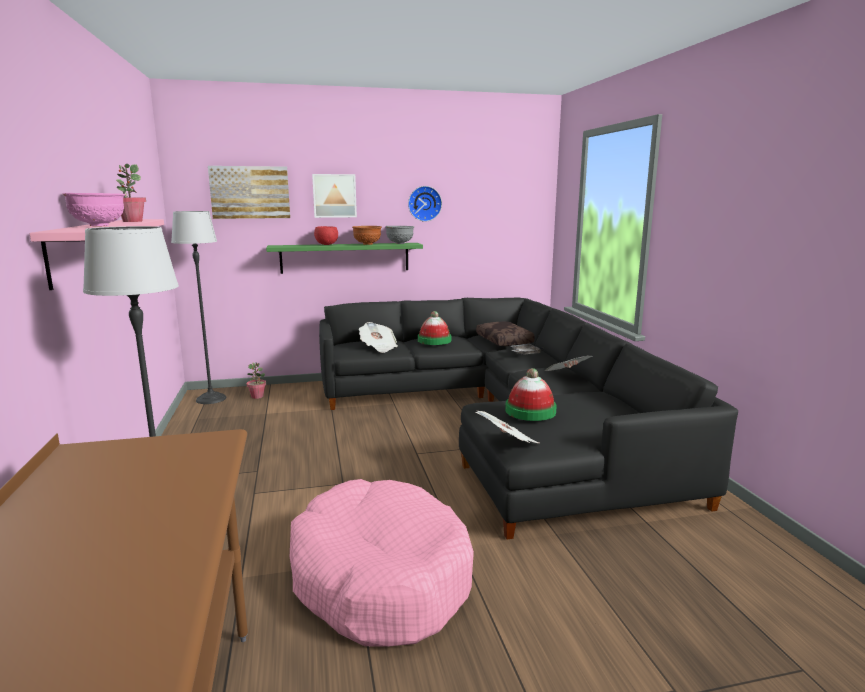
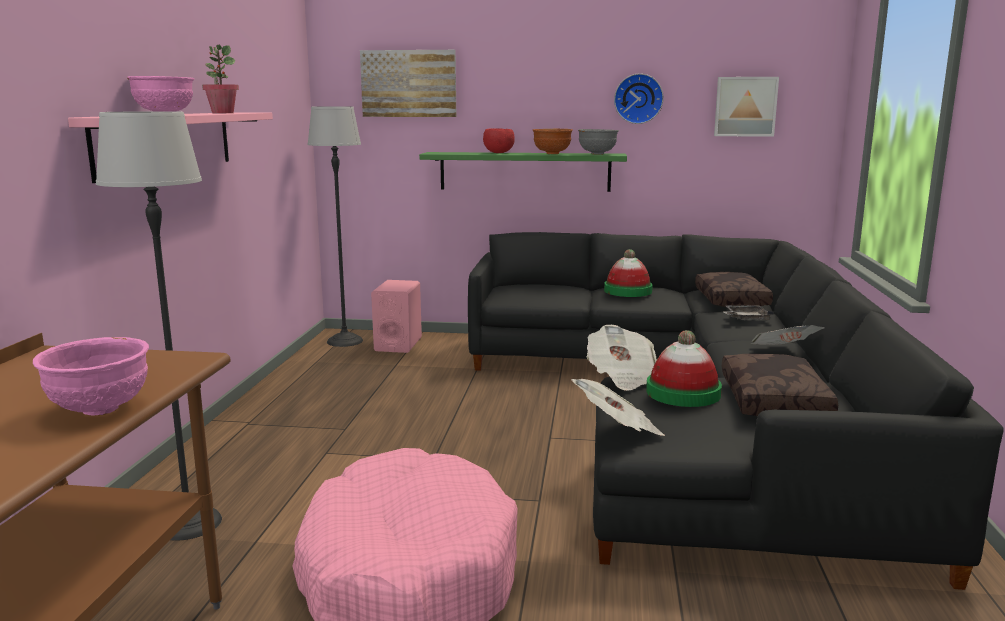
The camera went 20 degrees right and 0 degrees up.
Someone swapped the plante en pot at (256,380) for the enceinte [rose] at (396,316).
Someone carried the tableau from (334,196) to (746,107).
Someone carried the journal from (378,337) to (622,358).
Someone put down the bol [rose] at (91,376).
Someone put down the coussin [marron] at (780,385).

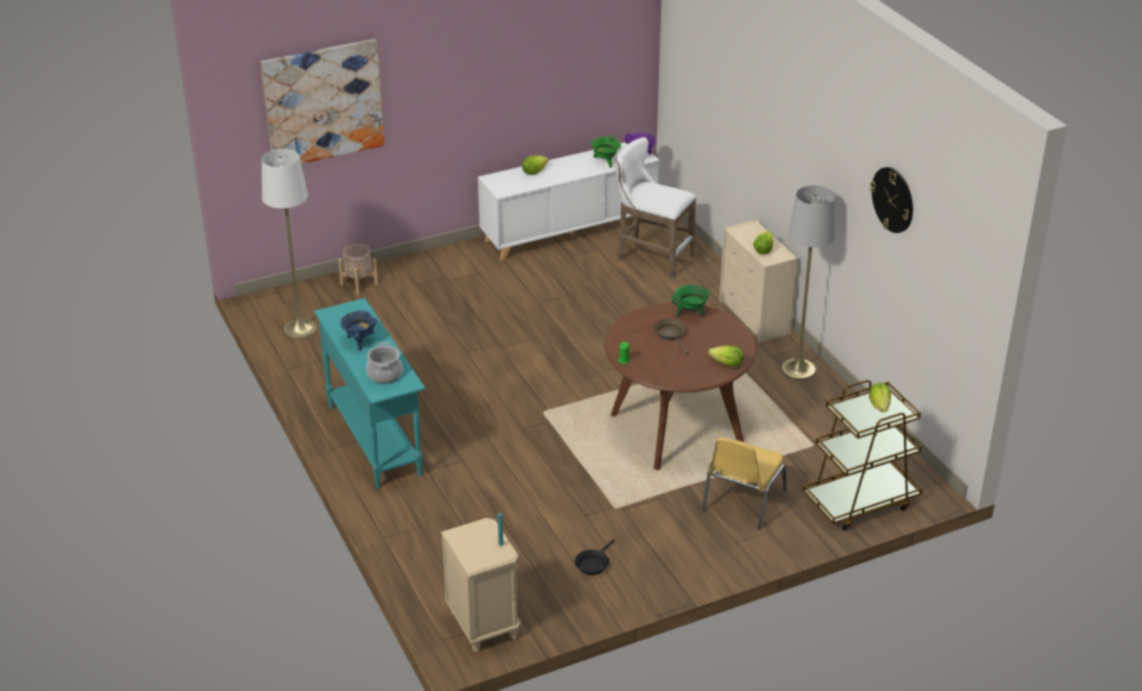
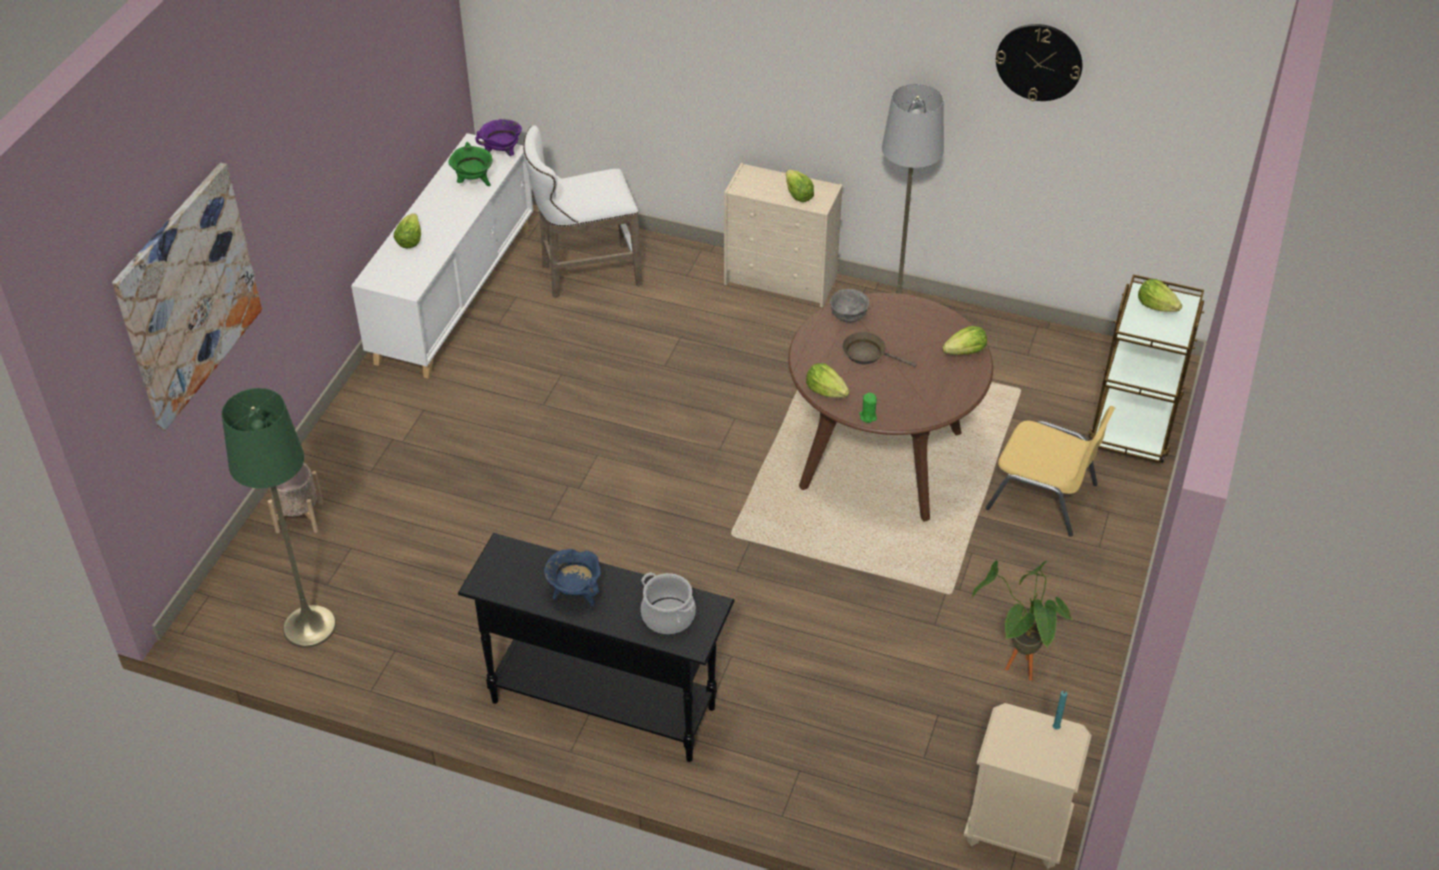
The camera went 45 degrees left and 10 degrees up.
Someone repainted the lampadaire [blanc] at (289,244), which became the lampadaire [vert] at (279,518).
Someone repainted the table console [turquoise] at (370,393), which became the table console [noir] at (596,647).
Someone swapped the poêle [noir] at (595,557) for the plante en pot at (1022,620).
Someone swapped the marmite [vert] at (690,301) for the bol [gris] at (849,305).
Someone rotated the chaise [jaune] at (744,483) by 45 degrees counterclockwise.
Someone put down the laitue at (828,380).

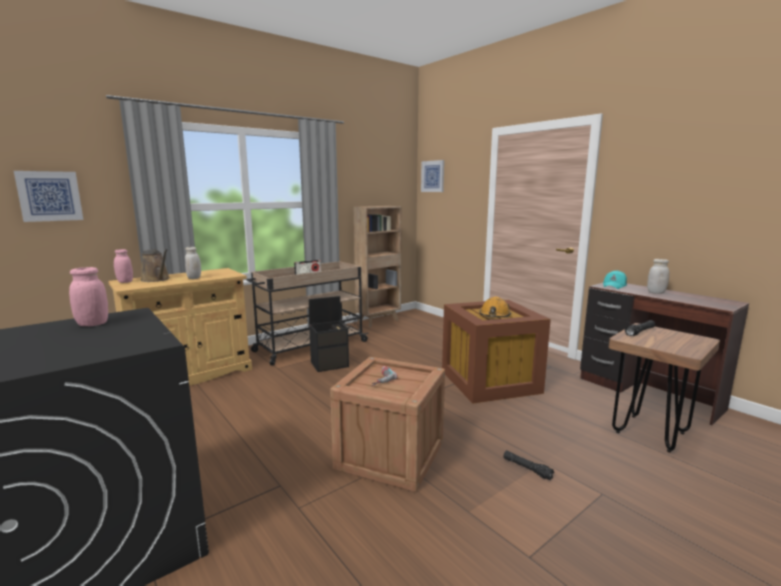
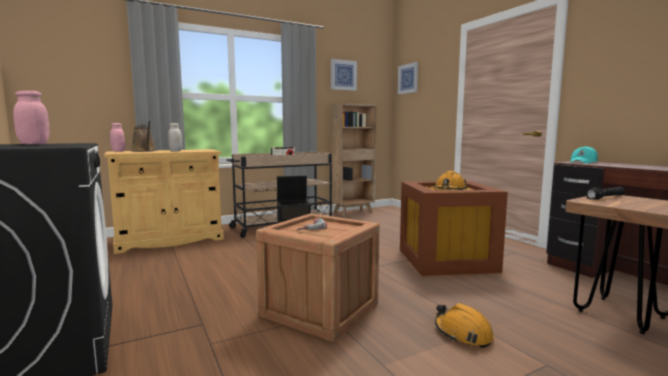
The camera went 10 degrees right and 5 degrees down.
Someone carried the tableau from (48,196) to (344,75).
Someone swapped the lampe de poche [noir] at (528,465) for the casque de chantier [orange] at (464,325).
Someone took away the bocal [blanc] at (658,276).

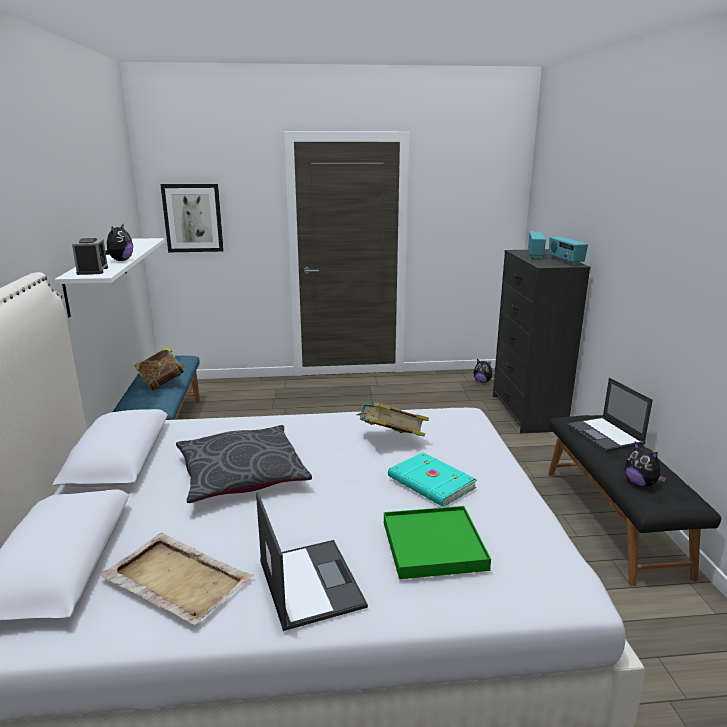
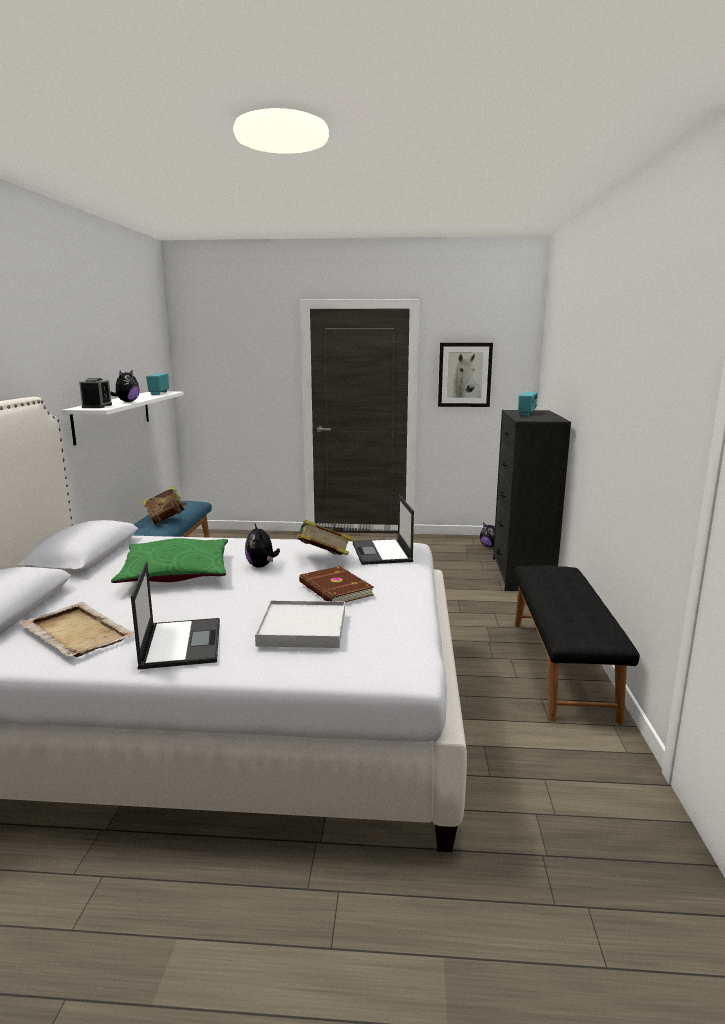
The camera went 10 degrees right and 5 degrees down.
Someone carried the tableau from (192,218) to (465,375).
Someone repainted the coussin [gris] at (244,464), which became the coussin [vert] at (169,560).
Someone repainted the plateau [vert] at (437,542), which became the plateau [blanc] at (300,624).
Someone repainted the livre [turquoise] at (432,479), which became the livre [marron] at (336,584).
Someone carried the radio from (568,251) to (157,384).
Someone carried the ordinateur portable from (610,415) to (383,529).
Someone carried the peluche from (645,464) to (262,546).

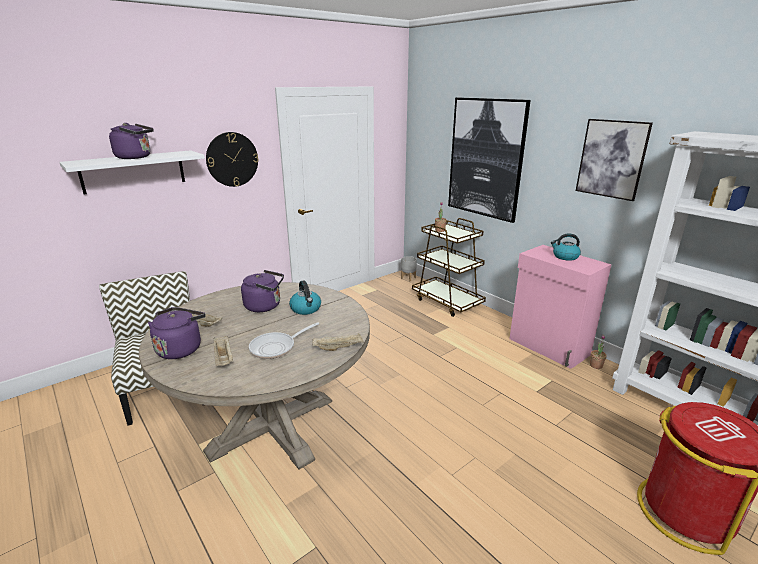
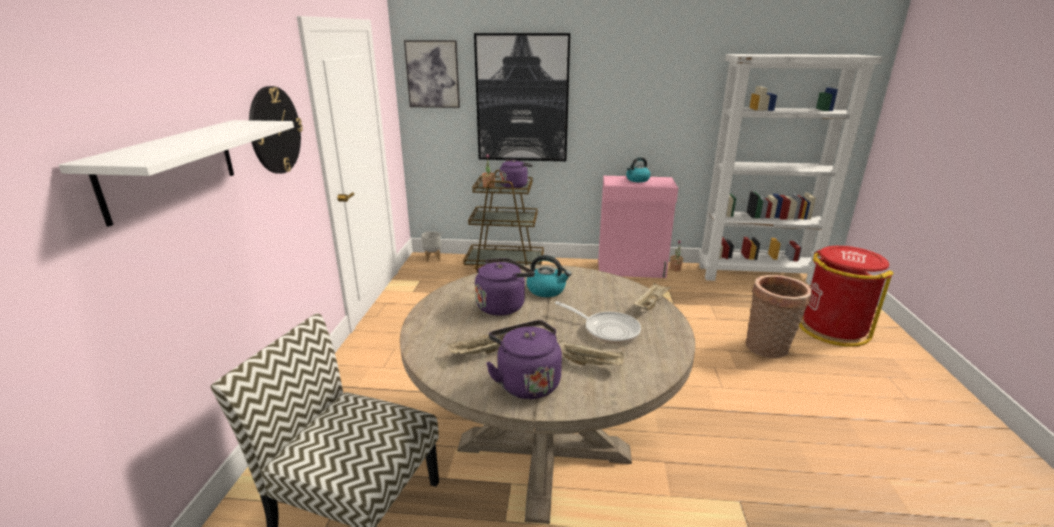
The camera went 45 degrees left and 0 degrees up.
Someone carried the bouilloire [violet] from (131,141) to (516,173).
Someone rotated the poêle at (284,340) by 60 degrees counterclockwise.
Someone carried the tableau from (614,160) to (432,74).
Someone put down the panier at (779,316).

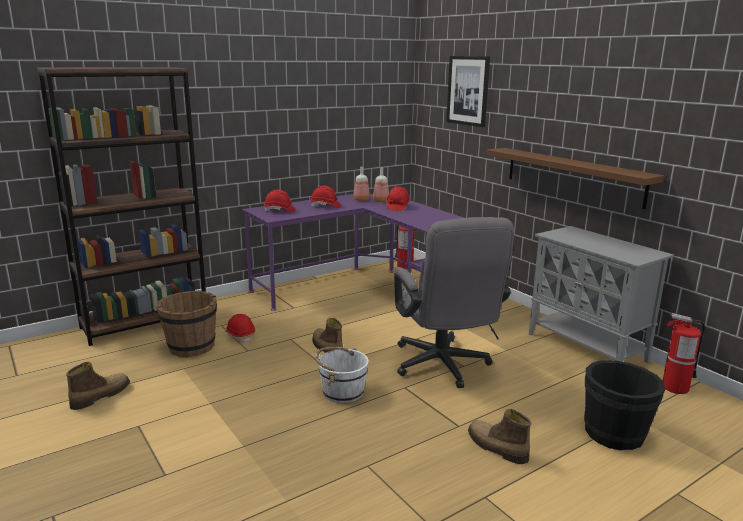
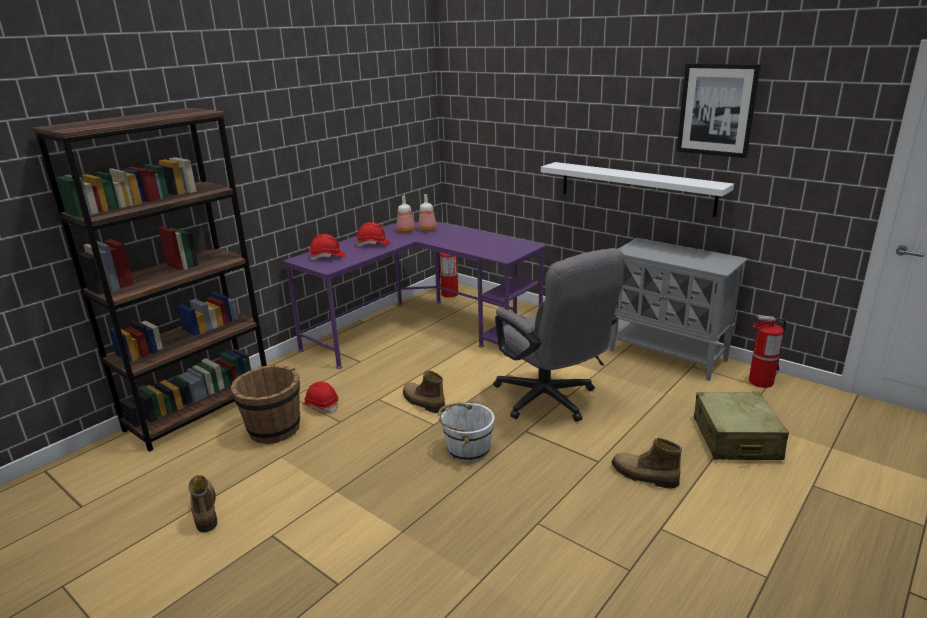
The camera went 15 degrees left and 5 degrees up.
Someone rotated the botte at (98,386) by 45 degrees counterclockwise.
Someone took away the casque de chantier [rouge] at (398,198).
Someone carried the tableau from (468,91) to (719,110).
Someone repainted the étagère [marron] at (575,178), which became the étagère [blanc] at (637,189).
Someone swapped the seau [noir] at (624,405) for the valise [beige] at (741,426).

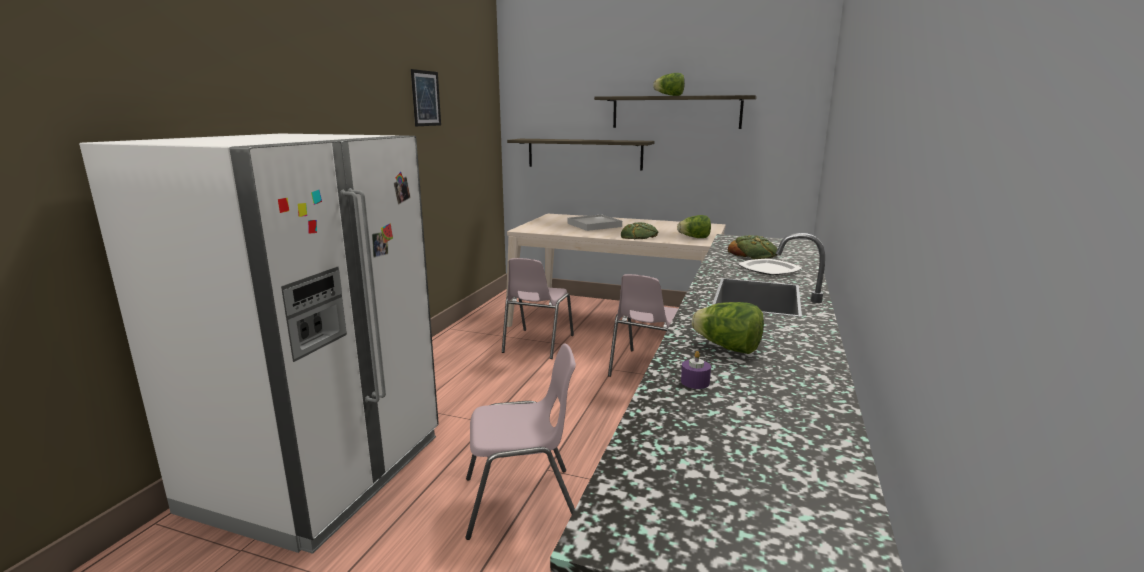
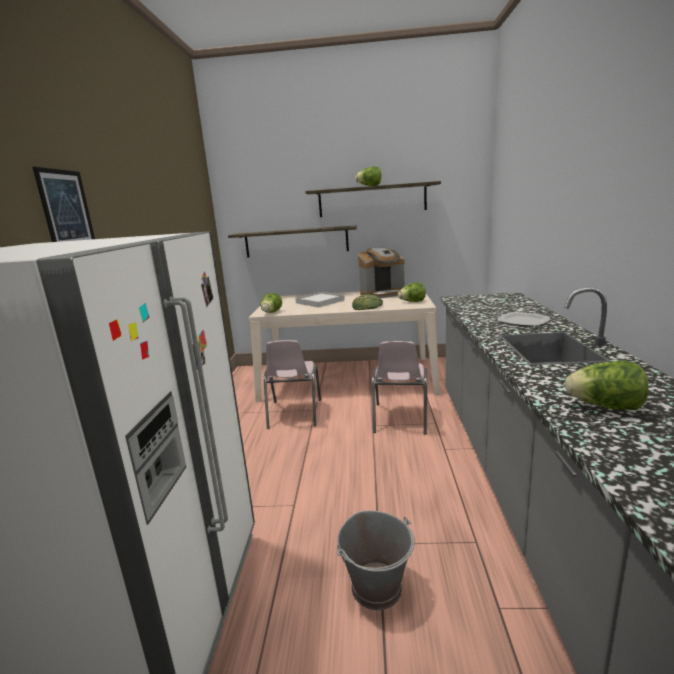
The camera went 15 degrees left and 0 degrees up.
Someone carried the tableau from (426,97) to (64,204).
Someone swapped the chaise [rose] at (520,441) for the seau [gris] at (376,560).
Someone took away the bougie [violet] at (696,370).
Someone took away the pain at (753,247).
Someone put down the laitue at (271,303).
Someone put down the machine à café at (381,272).

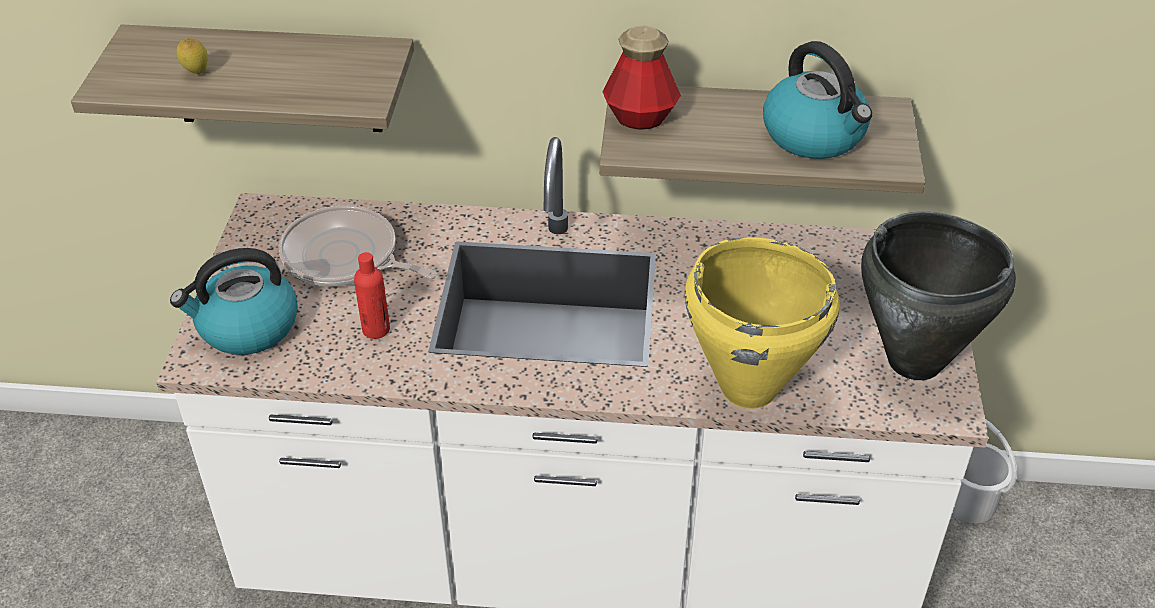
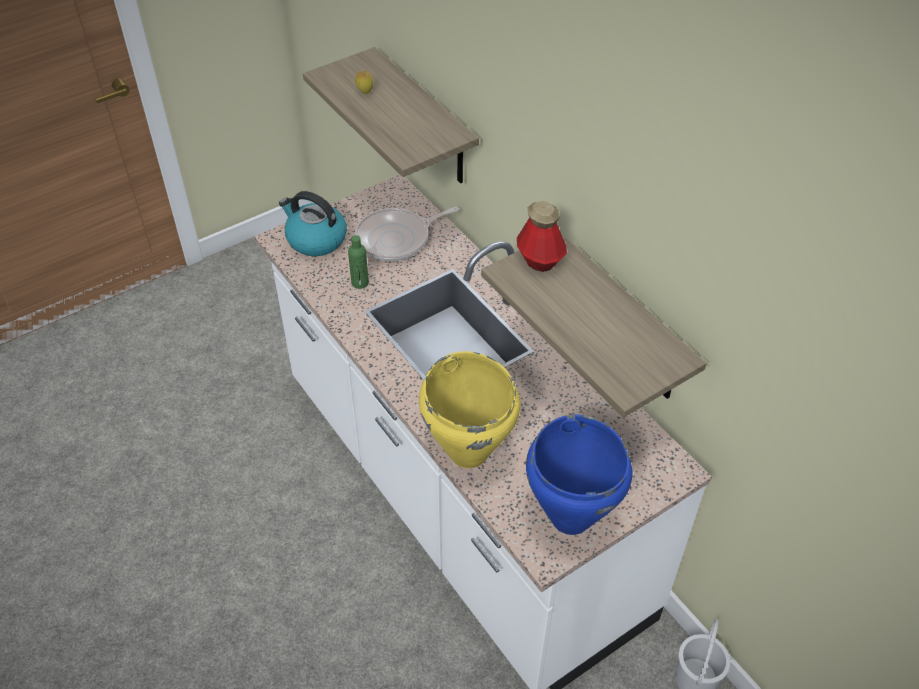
The camera went 50 degrees right and 5 degrees up.
Someone rotated the poêle at (358,245) by 105 degrees counterclockwise.
Someone repainted the bouteille [rouge] at (372,295), which became the bouteille [vert] at (358,262).
Someone took away the bouilloire at (817,100).
Someone repainted the marmite [noir] at (938,296), which became the marmite [bleu] at (579,474).

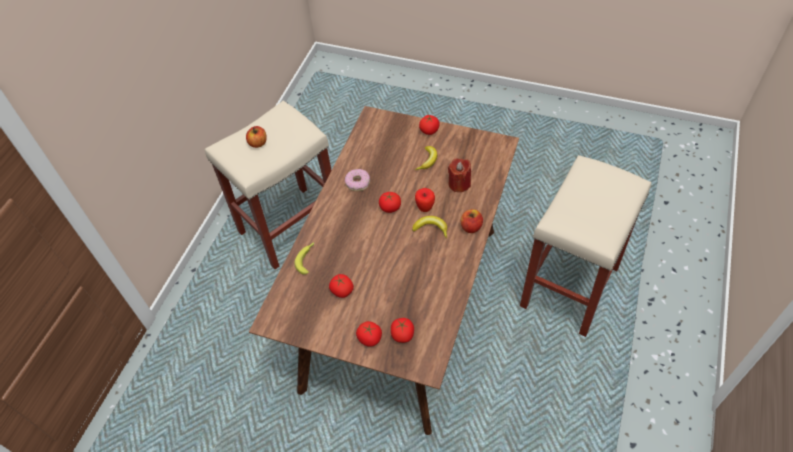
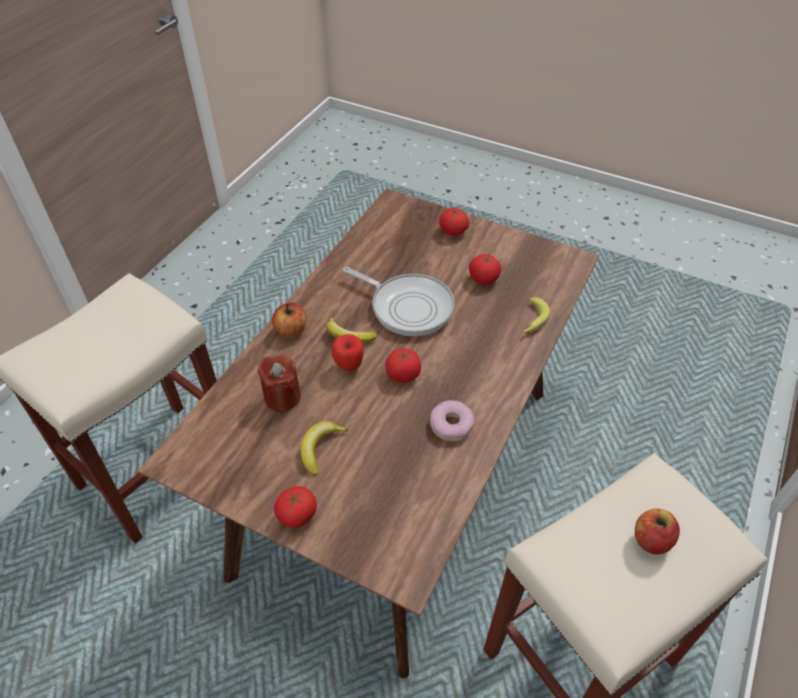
The camera went 175 degrees left and 5 degrees down.
Someone took away the tomate at (402,330).
Someone put down the poêle at (399,301).

